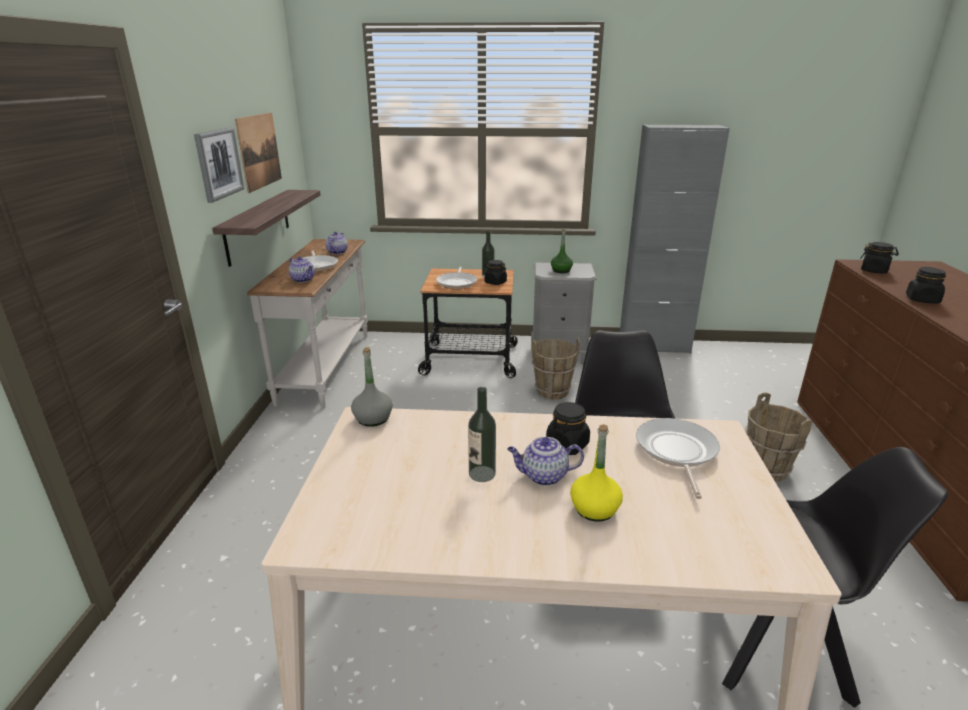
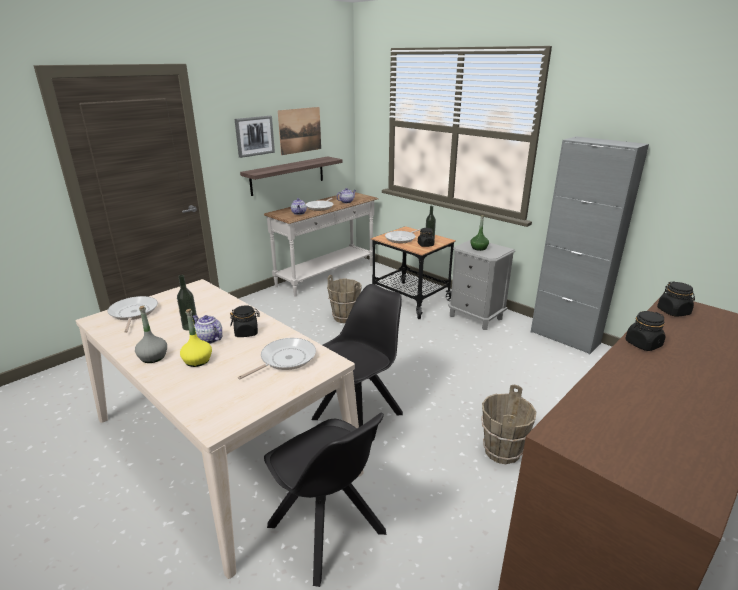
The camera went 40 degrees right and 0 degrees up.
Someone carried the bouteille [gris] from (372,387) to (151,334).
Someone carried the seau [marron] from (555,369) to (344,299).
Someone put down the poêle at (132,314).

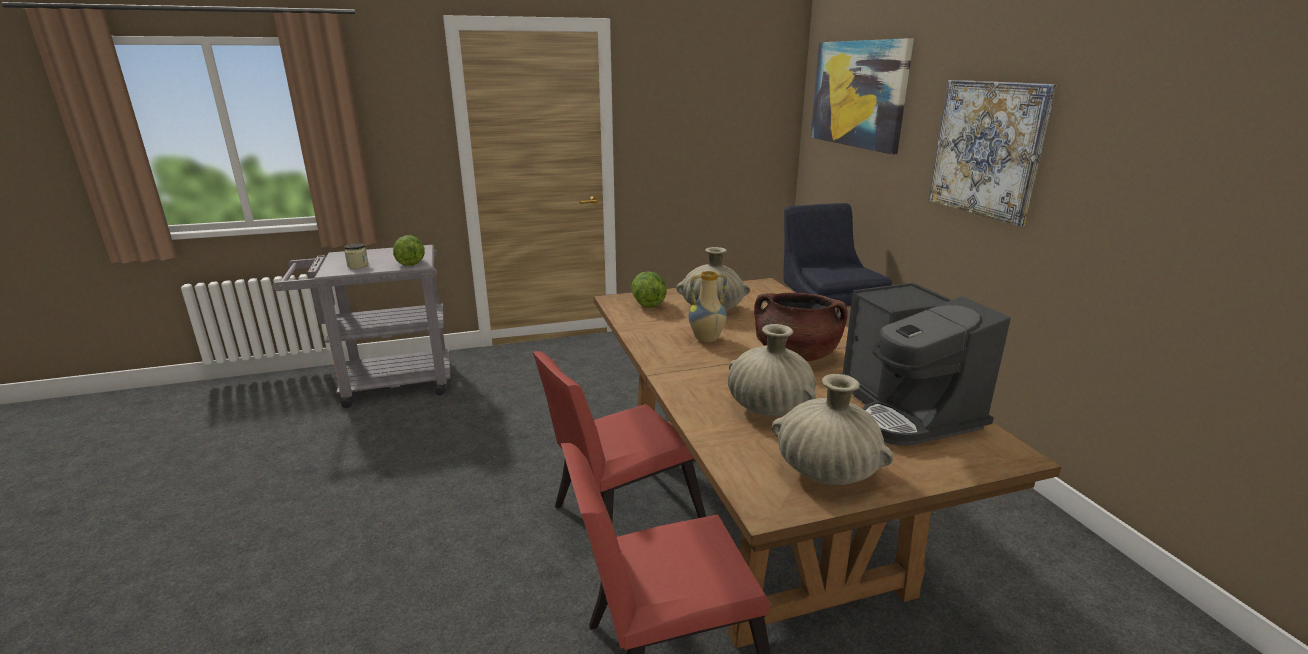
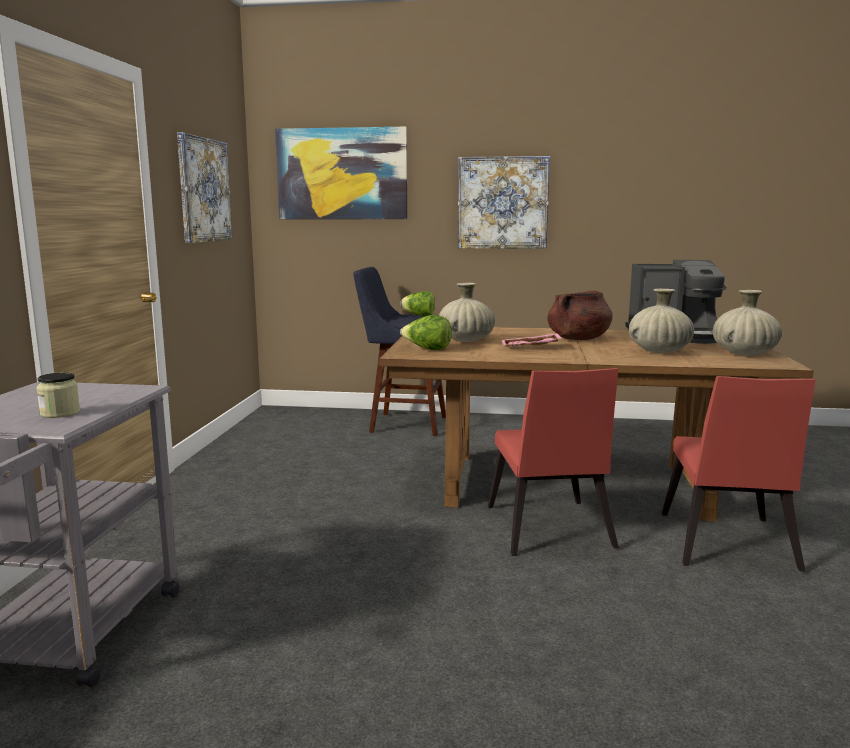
The camera went 65 degrees left and 10 degrees down.
Someone carried the laitue from (409,250) to (417,303).
Someone swapped the vase at (708,306) for the plateau [rose] at (531,340).
Someone put up the tableau at (205,187).

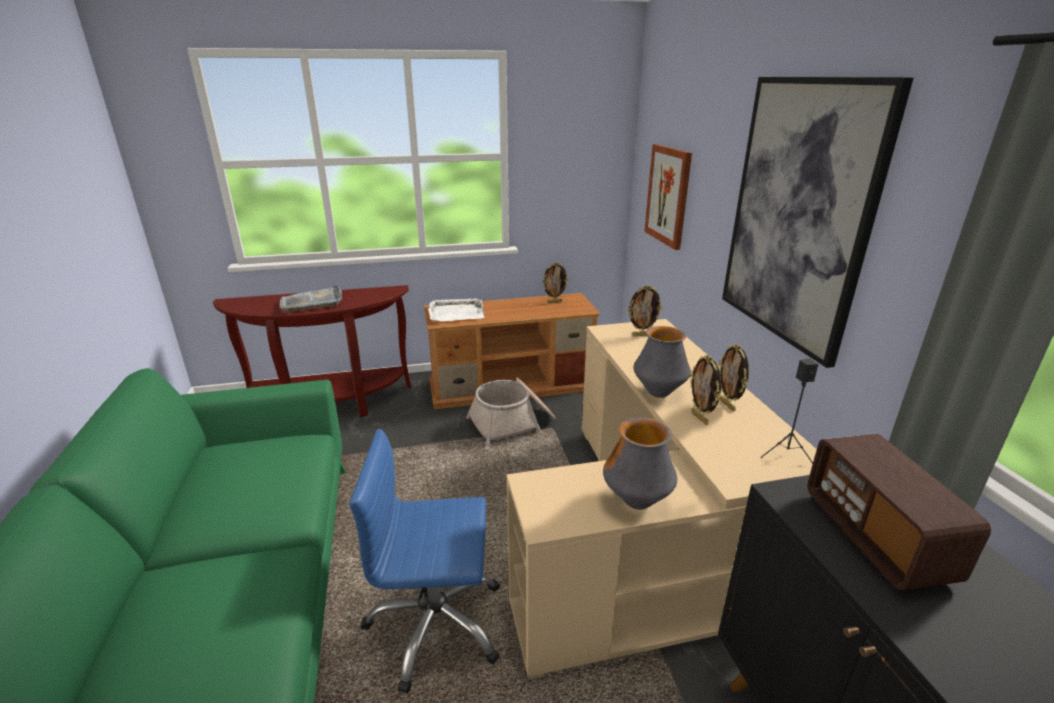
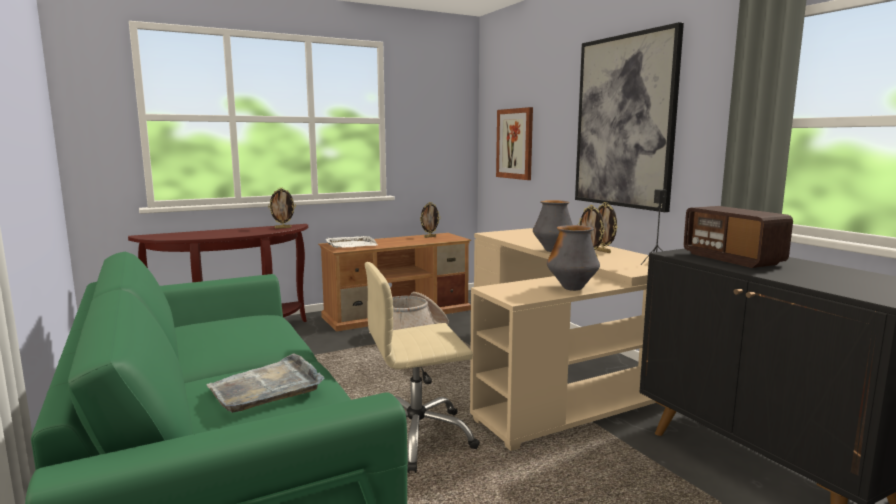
The camera went 15 degrees left and 15 degrees down.
Someone carried the plateau [gris] from (311,298) to (265,383).
Someone repainted the chaise de bureau [bleu] at (424,561), which became the chaise de bureau [beige] at (422,367).
Someone carried the cadre photo from (645,310) to (282,208).

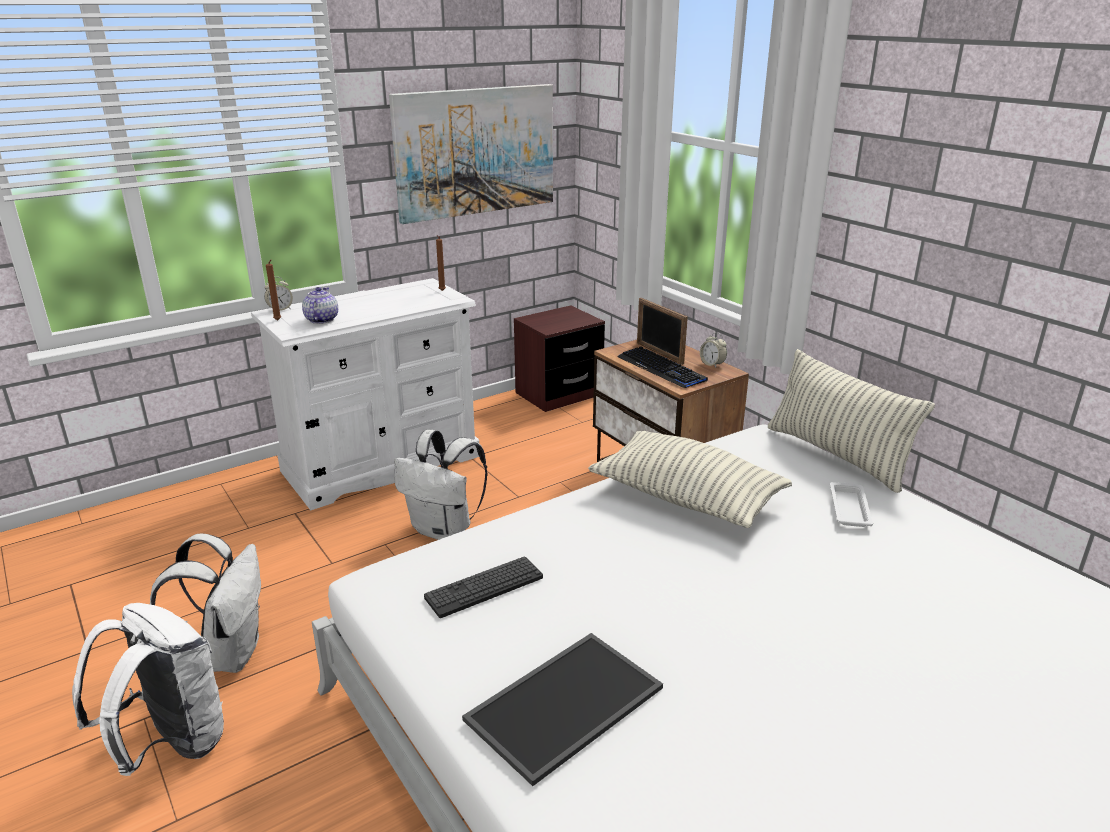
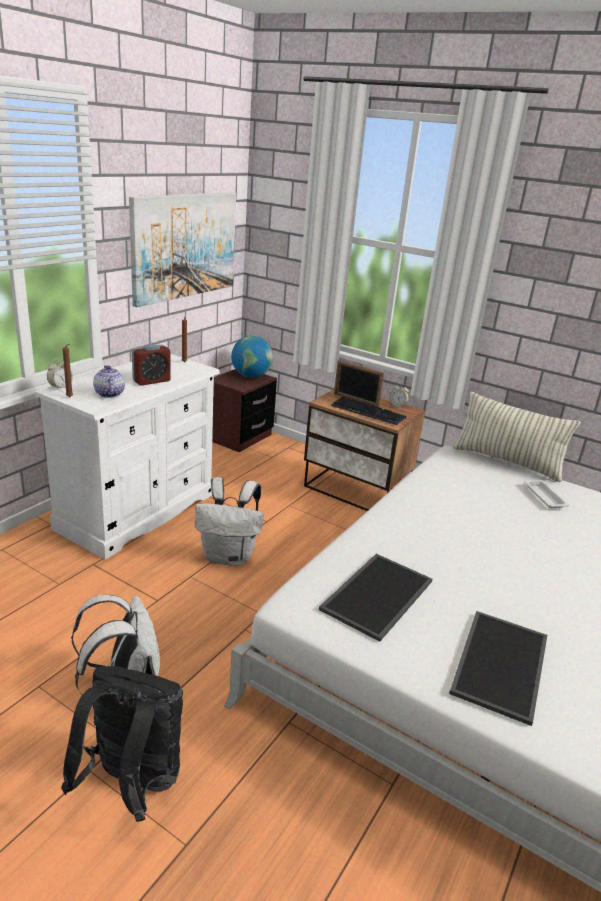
The camera went 25 degrees left and 0 degrees up.
Someone repainted the sac à dos [blanc] at (148,689), which became the sac à dos [noir] at (122,744).
Someone swapped the clavier at (483,587) for the plateau at (375,598).
Someone took away the coussin at (690,479).
Someone put down the réveil at (151,365).
Someone put down the globe at (252,357).

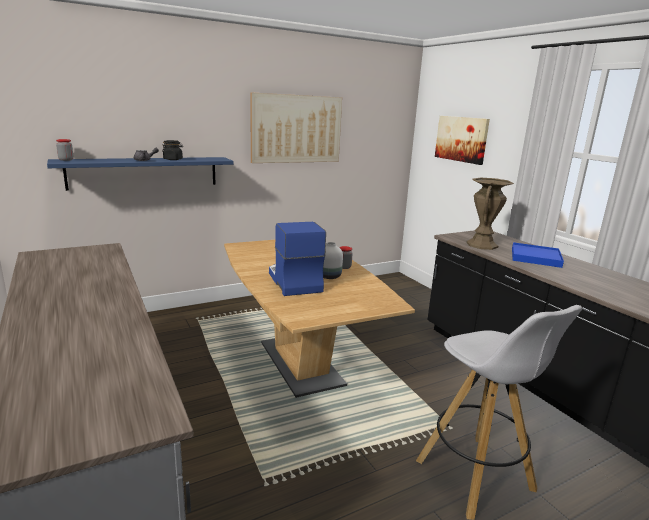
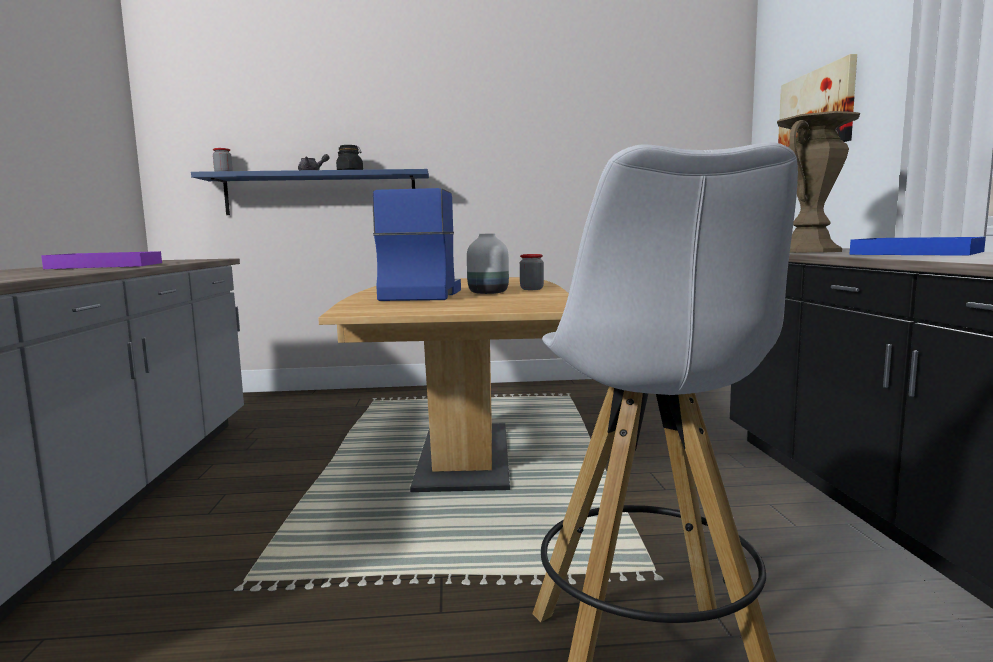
The camera went 25 degrees right and 10 degrees down.
Someone took away the tableau at (296,127).
Someone put down the plateau [violet] at (101,260).

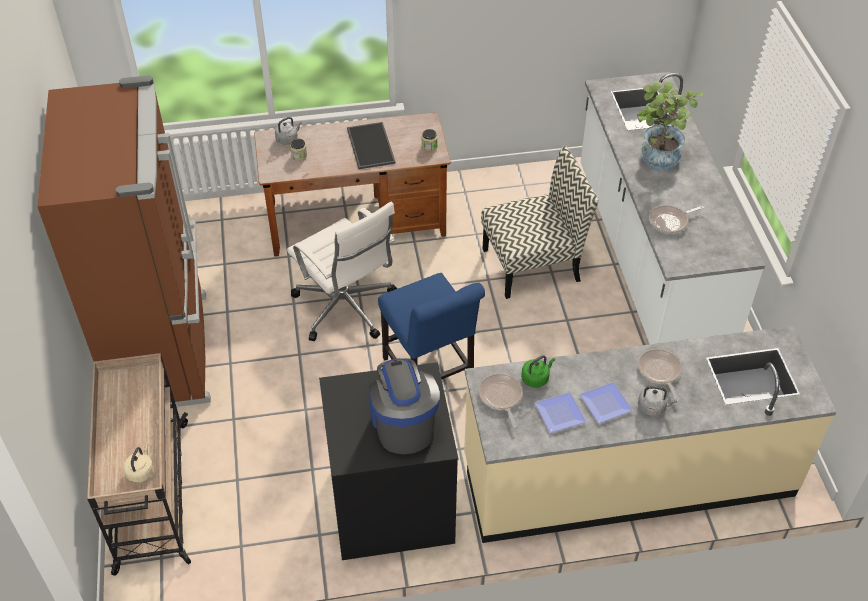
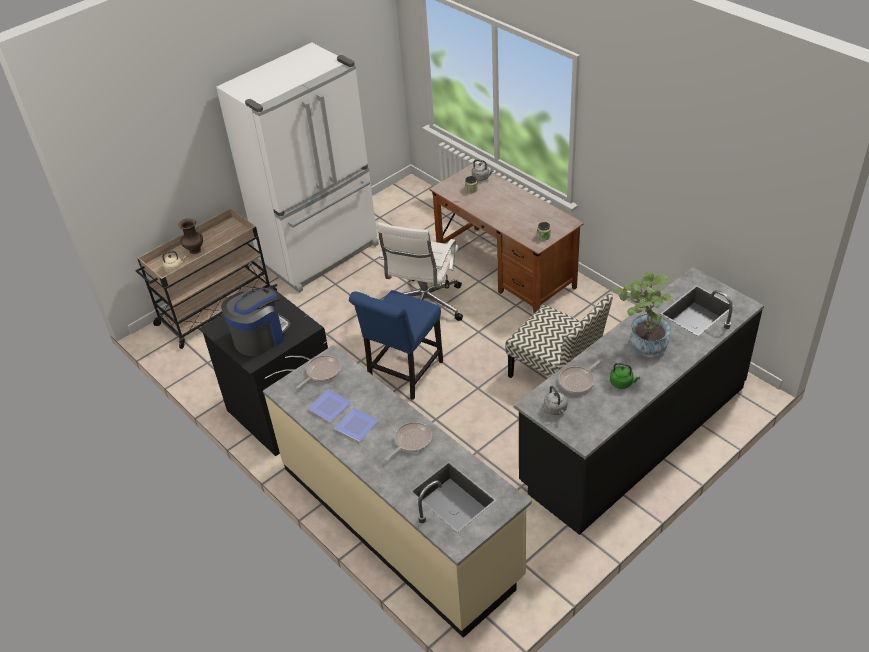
The camera went 60 degrees right and 5 degrees down.
Someone repainted the réfrigérateur [marron] at (124,241), which became the réfrigérateur [blanc] at (297,168).
Someone took away the plateau at (371,145).
Someone carried the bouilloire [vert] from (538,371) to (625,376).
Someone repainted the comptoir de cuisine [blanc] at (672,208), which became the comptoir de cuisine [noir] at (639,401).
Someone carried the bouilloire [gris] from (657,401) to (555,400).
Someone rotated the poêle at (676,219) by 75 degrees counterclockwise.
Someone put down the vase [marron] at (190,236).

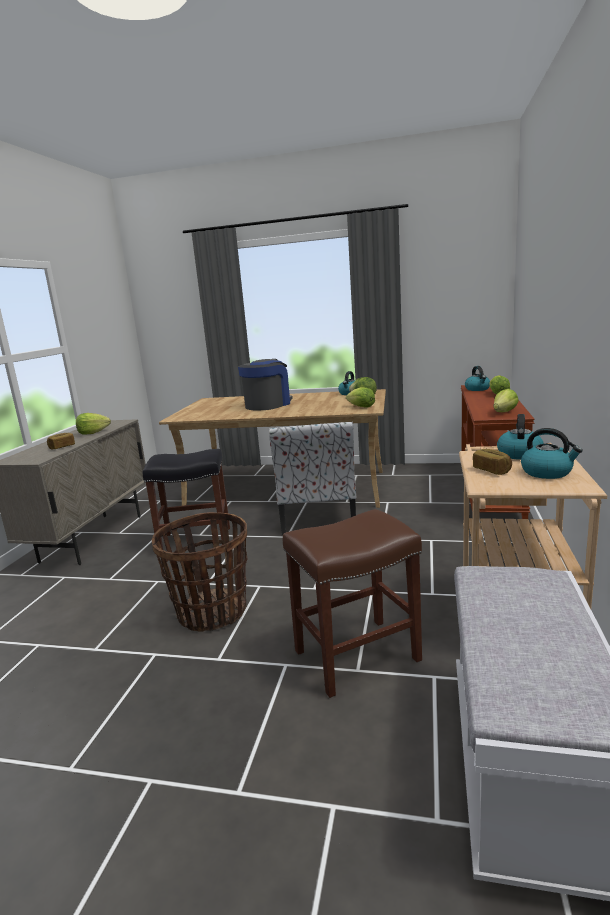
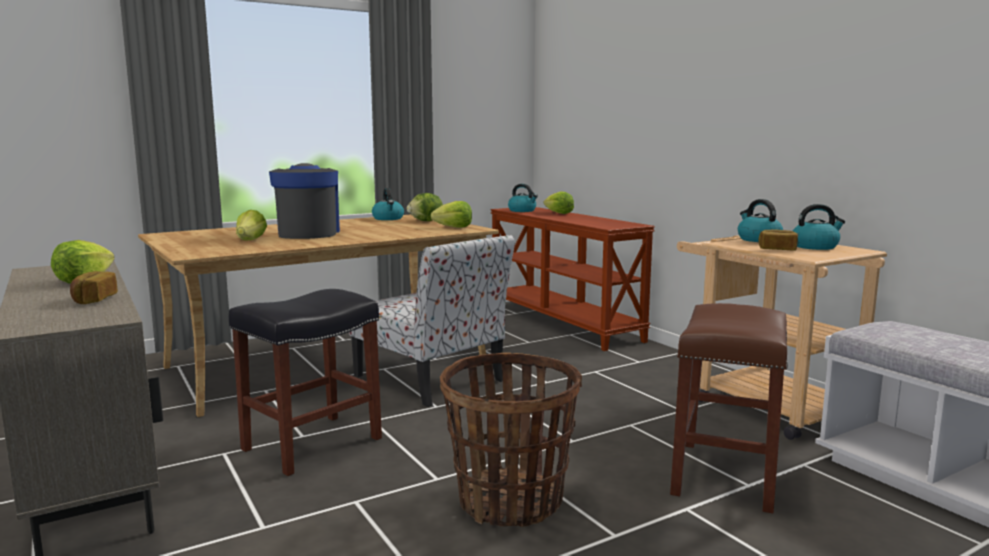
The camera went 45 degrees left and 5 degrees down.
Someone carried the laitue from (506,400) to (251,225).

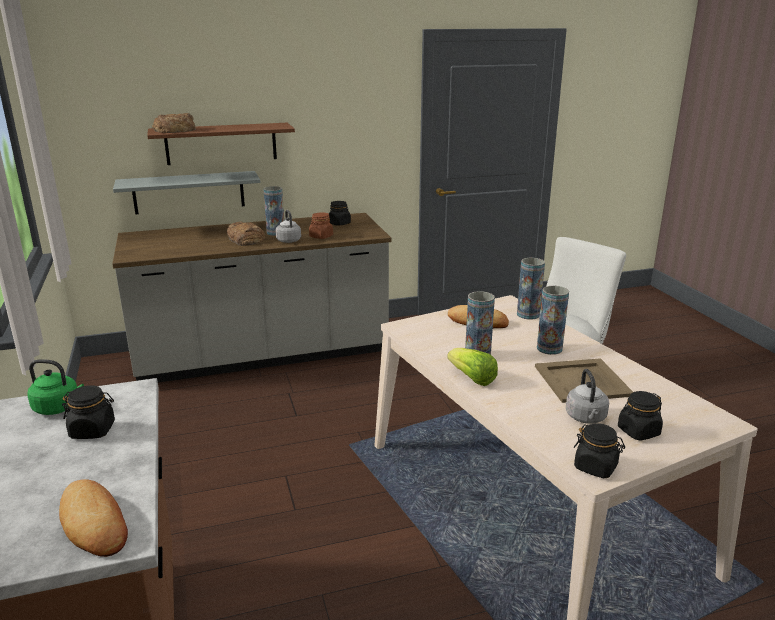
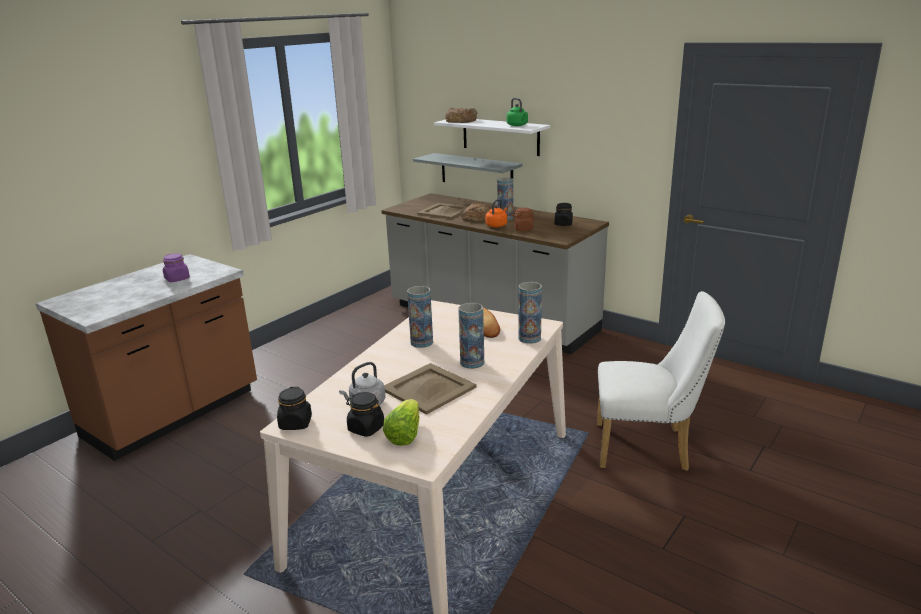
The camera went 55 degrees right and 0 degrees up.
Someone carried the bouilloire [vert] from (55,387) to (517,112).
Someone took away the pain at (93,518).
Someone repainted the bocal [noir] at (88,412), which became the bocal [violet] at (176,267).
Someone repainted the étagère [marron] at (221,144), which became the étagère [blanc] at (492,137).
Someone repainted the bouilloire [gris] at (288,226), which became the bouilloire [orange] at (496,213).
Someone carried the laitue from (472,367) to (401,422).
Someone put down the plateau [beige] at (442,211).

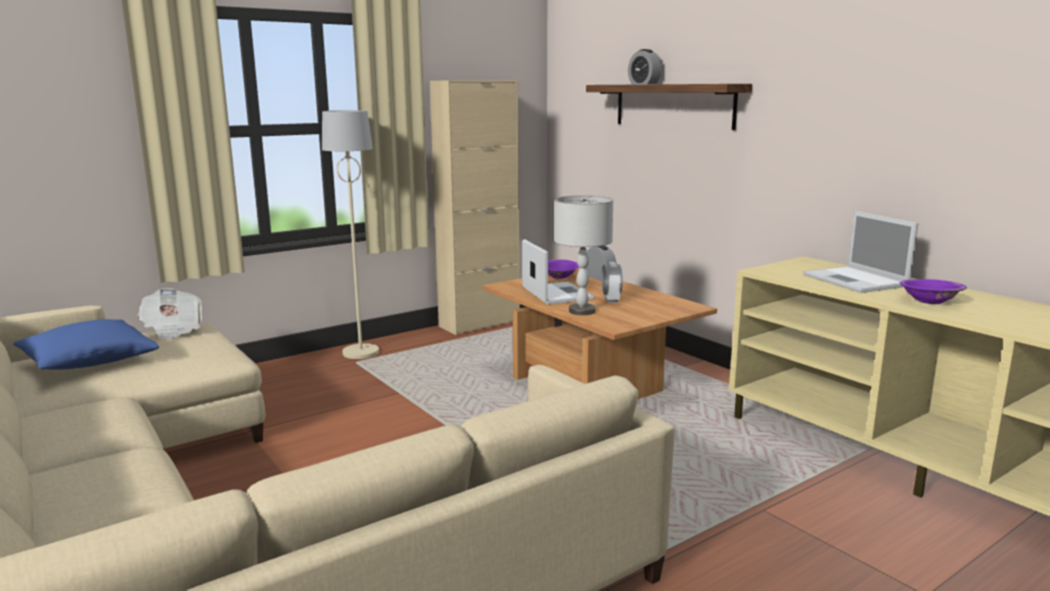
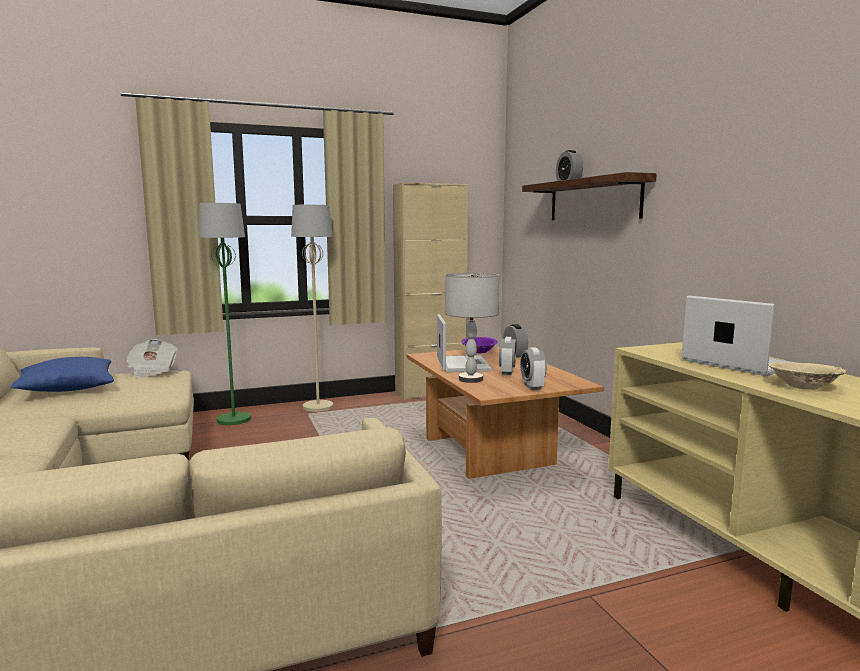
The camera went 15 degrees right and 5 degrees down.
Someone rotated the ordinateur portable at (860,252) by 150 degrees clockwise.
Someone repainted the bol [violet] at (933,291), which became the bol [beige] at (807,376).
Someone put down the lampadaire [vert] at (225,314).
Someone put down the réveil at (533,368).

